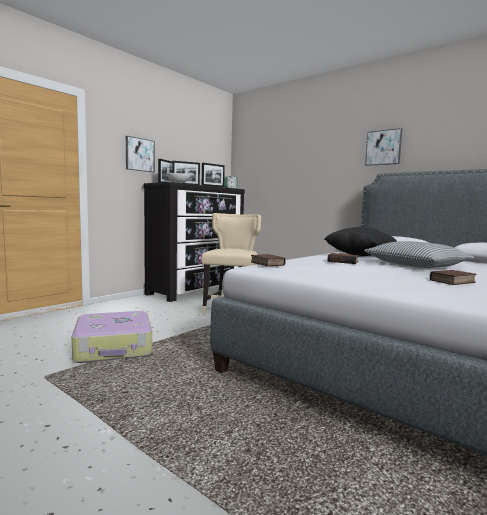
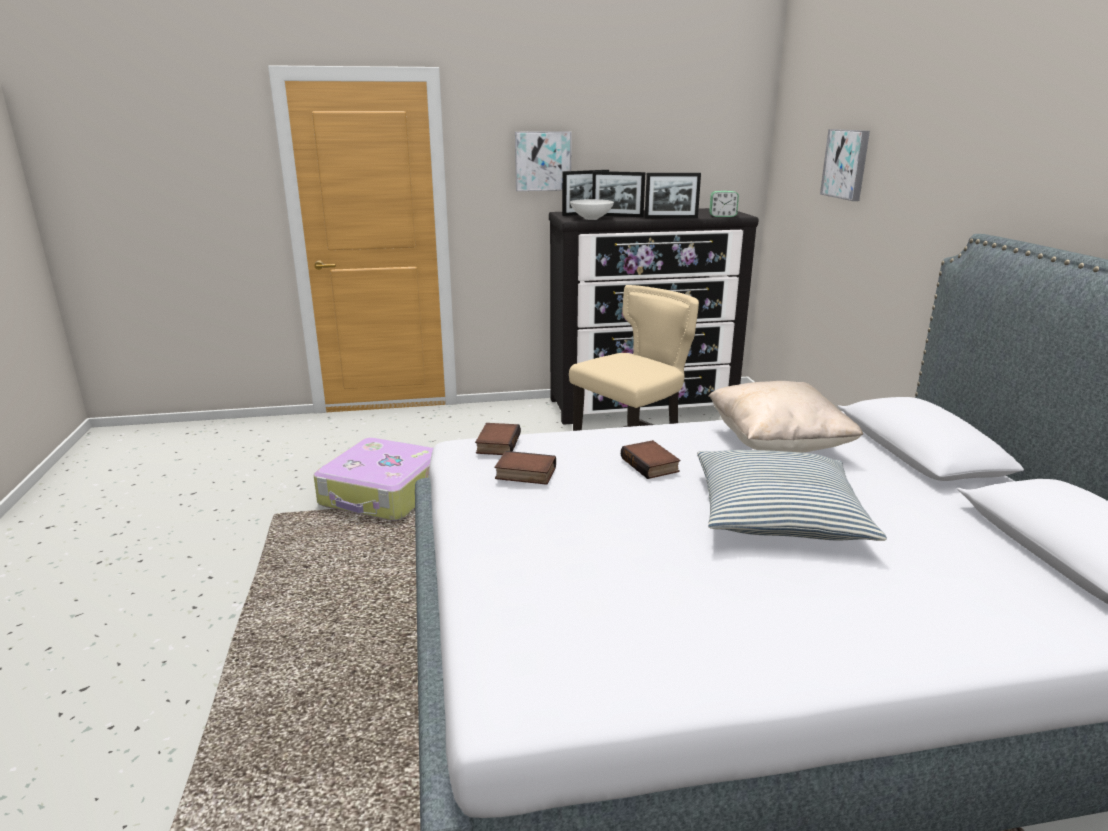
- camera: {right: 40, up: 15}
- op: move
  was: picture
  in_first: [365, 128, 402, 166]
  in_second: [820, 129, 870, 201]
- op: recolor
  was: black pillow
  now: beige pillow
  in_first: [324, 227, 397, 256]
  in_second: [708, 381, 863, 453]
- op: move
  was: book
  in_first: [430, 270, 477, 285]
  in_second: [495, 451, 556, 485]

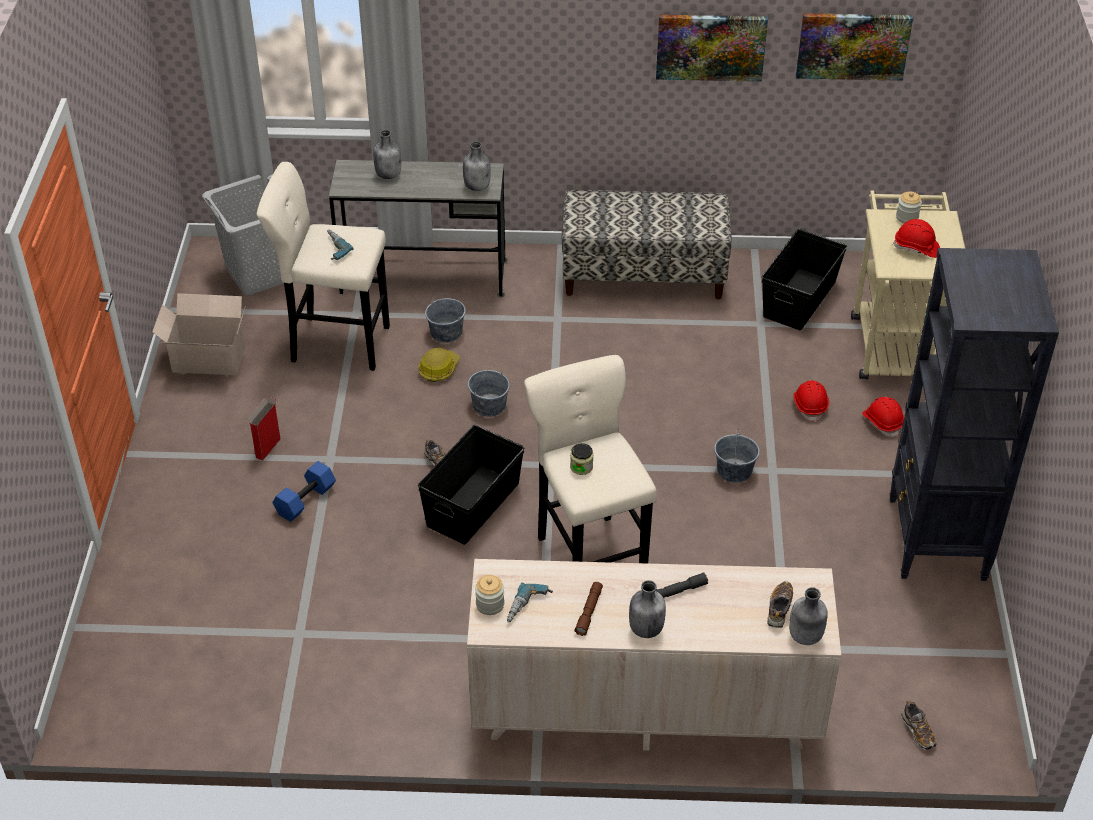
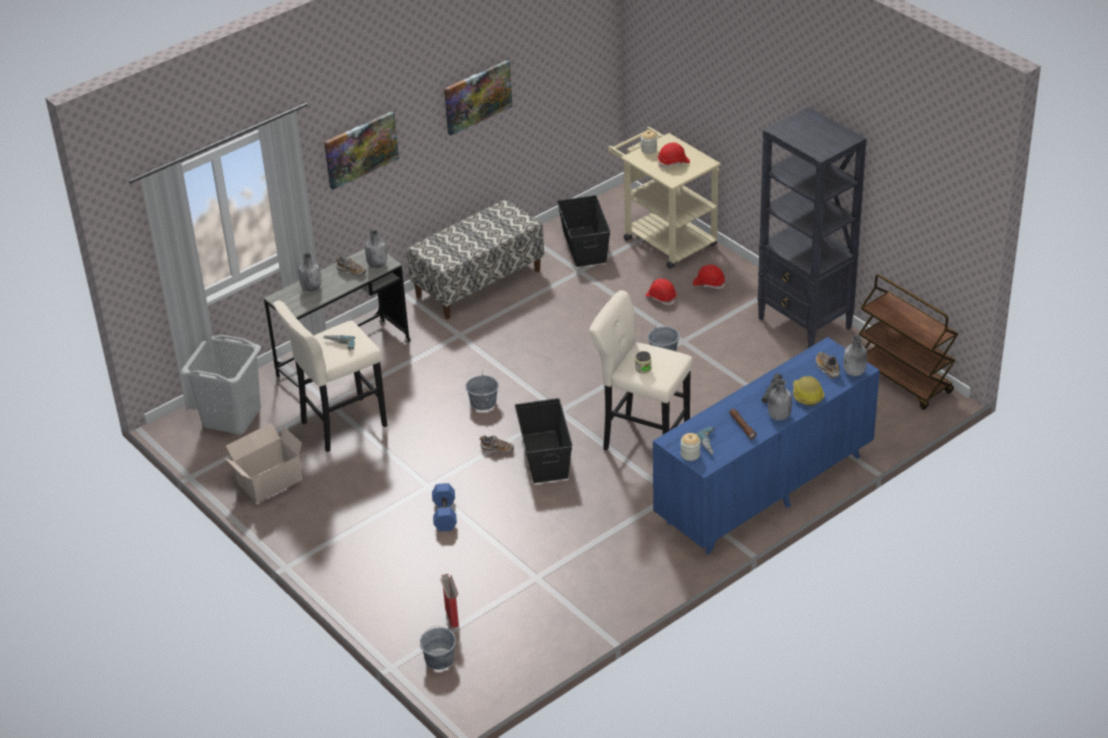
- camera: {right: -40, up: -5}
- op: move
  was: picture
  in_first: [796, 13, 913, 81]
  in_second: [324, 111, 399, 190]
- op: move
  was: grey bucket
  in_first: [425, 293, 466, 343]
  in_second: [420, 626, 456, 670]
- op: move
  was: hard hat
  in_first: [418, 347, 460, 382]
  in_second: [793, 376, 825, 406]
- op: move
  was: cardboard box
  in_first: [247, 396, 280, 460]
  in_second: [440, 574, 459, 628]
- op: recolor
  was: beige dresser
  now: blue dresser
  in_first: [467, 559, 841, 750]
  in_second: [653, 337, 880, 555]
- op: move
  was: shoe
  in_first: [901, 700, 937, 750]
  in_second: [336, 256, 367, 277]
- op: insert
  now: brown cart
  in_second: [859, 274, 958, 410]

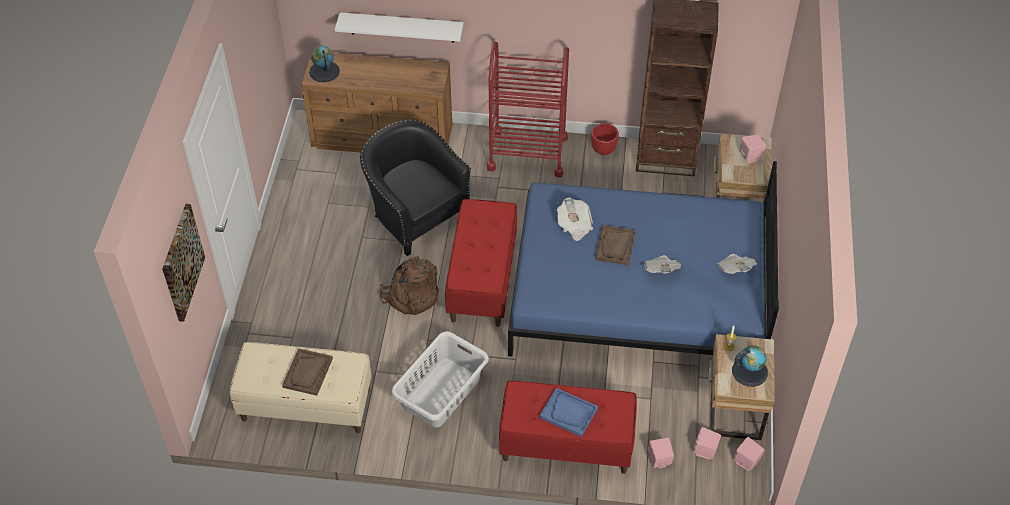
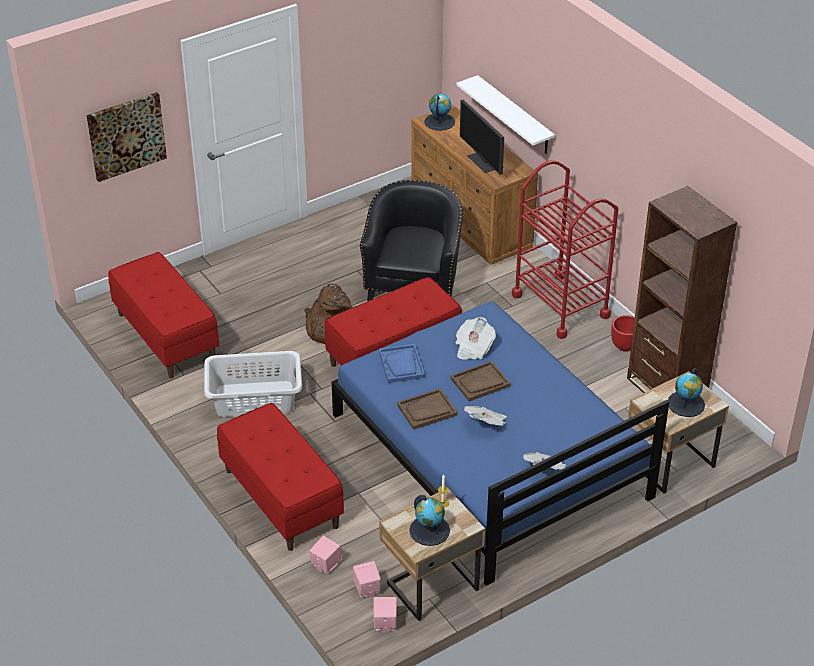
- camera: {right: 50, up: -10}
- op: replace
  was: pink speaker
  now: globe
  in_first: [739, 134, 766, 164]
  in_second: [668, 368, 705, 417]
- op: recolor
  was: beige bench
  now: red bench
  in_first: [230, 342, 371, 433]
  in_second: [108, 252, 219, 378]
- op: move
  was: brown tray
  in_first: [282, 348, 333, 396]
  in_second: [397, 388, 457, 430]
- op: move
  was: blue tray
  in_first: [539, 388, 598, 437]
  in_second: [379, 344, 425, 383]
- op: insert
  now: monitor
  in_second: [460, 99, 504, 175]

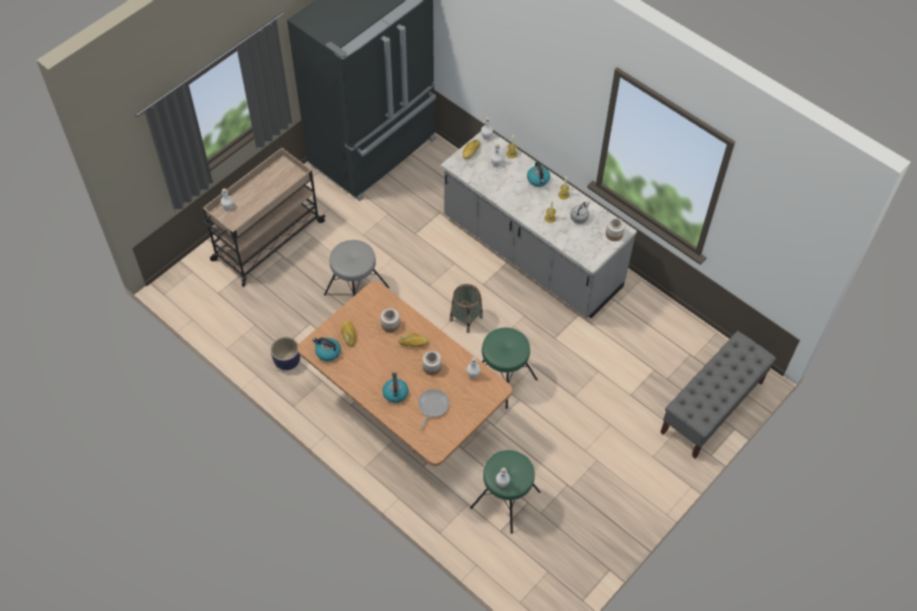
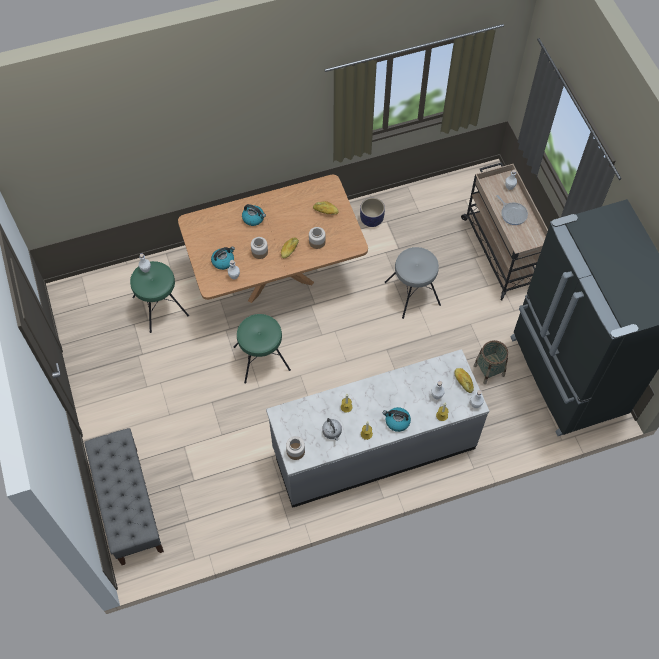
- camera: {right: 120, up: 5}
- op: move
  was: basket
  in_first: [449, 284, 483, 333]
  in_second: [474, 340, 508, 384]
- op: move
  was: kettle
  in_first: [312, 337, 341, 362]
  in_second: [211, 247, 235, 270]
- op: move
  was: frying pan
  in_first: [418, 389, 449, 428]
  in_second: [496, 195, 528, 225]

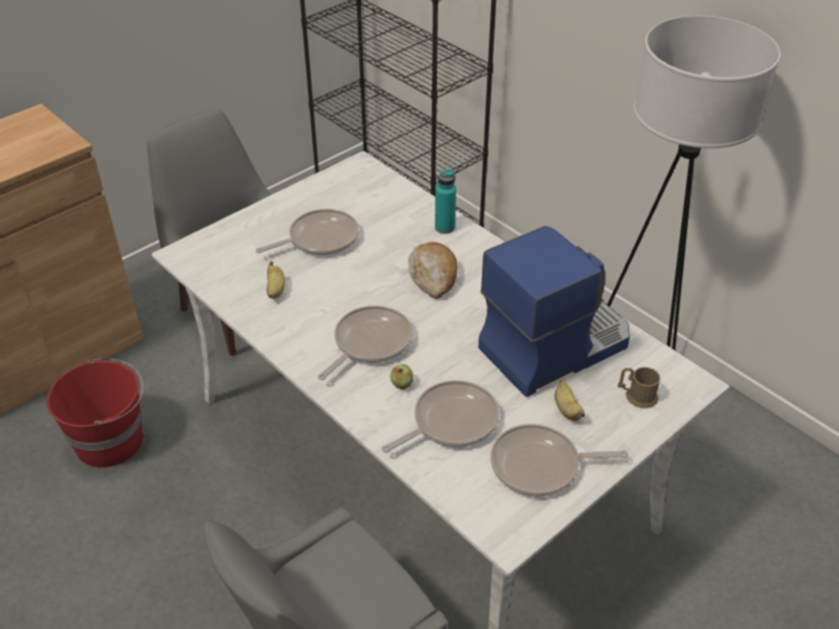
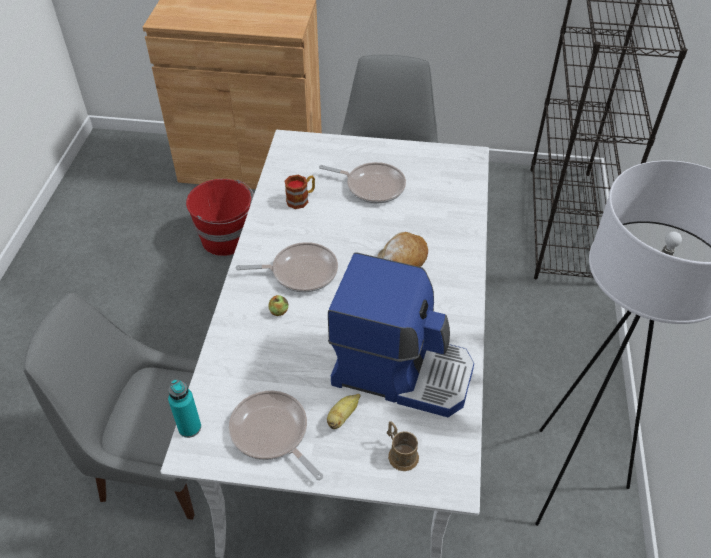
- camera: {right: 50, up: 5}
- op: move
  was: turquoise bottle
  in_first: [435, 169, 456, 234]
  in_second: [168, 379, 201, 438]
- op: replace
  was: banana
  now: mug
  in_first: [266, 261, 285, 299]
  in_second: [285, 175, 315, 209]
- op: delete
  was: frying pan
  in_first: [382, 380, 499, 453]

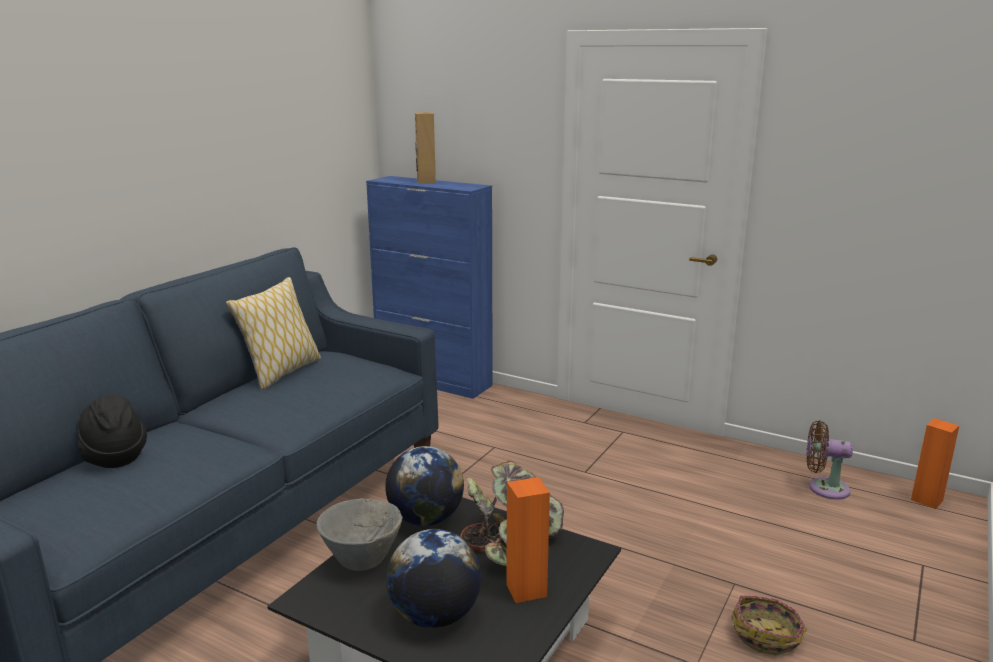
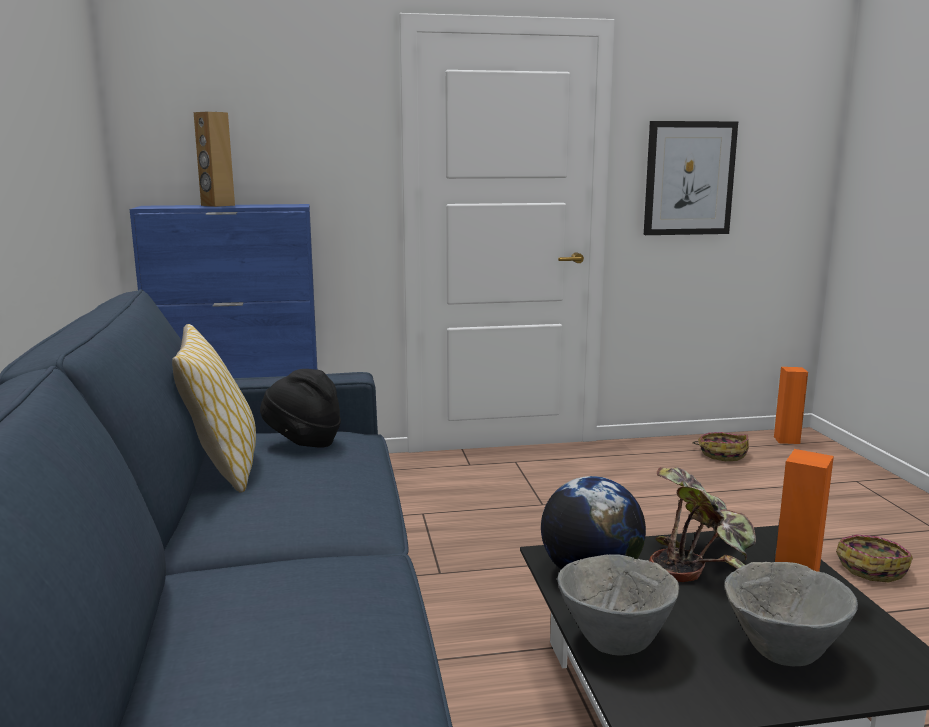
- camera: {right: -40, up: -5}
- op: move
  was: black hat
  in_first: [77, 395, 147, 468]
  in_second: [260, 369, 341, 448]
- op: replace
  was: brown fan
  now: basket
  in_first: [807, 421, 853, 500]
  in_second: [692, 432, 749, 461]
- op: replace
  was: globe
  now: grey bowl
  in_first: [386, 529, 481, 628]
  in_second: [725, 562, 858, 666]
- op: insert
  now: picture
  in_second: [644, 121, 738, 235]

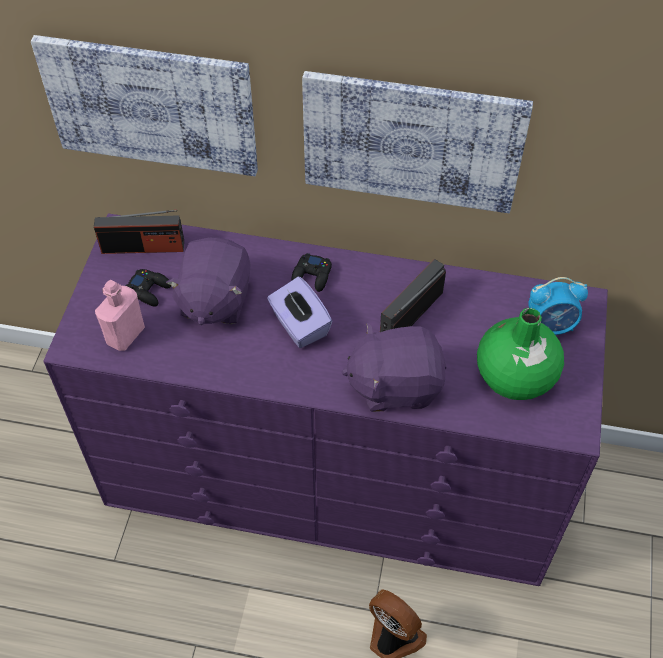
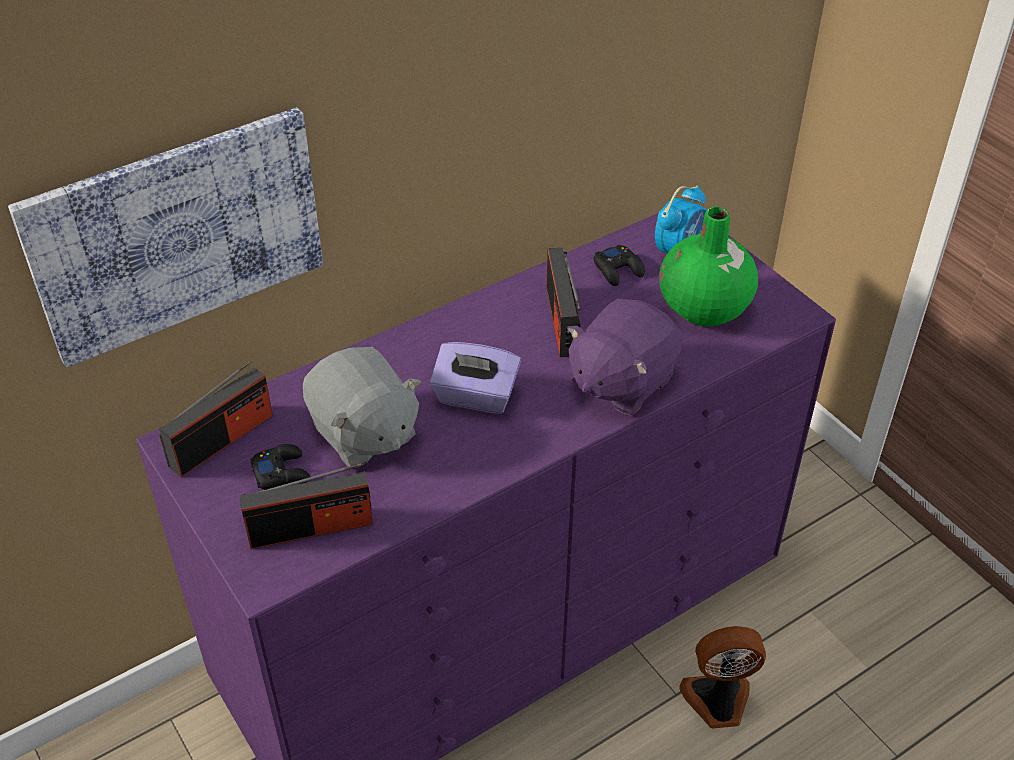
- camera: {right: -45, up: -10}
- op: delete
  was: picture
  in_first: [302, 71, 533, 213]
- op: recolor
  was: purple plush toy
  now: grey plush toy
  in_first: [166, 237, 251, 325]
  in_second: [303, 347, 421, 468]
- op: move
  was: black game controller
  in_first: [291, 253, 332, 292]
  in_second: [593, 245, 645, 286]
- op: replace
  was: pink bottle
  now: radio
  in_first: [95, 280, 145, 351]
  in_second: [240, 463, 373, 549]

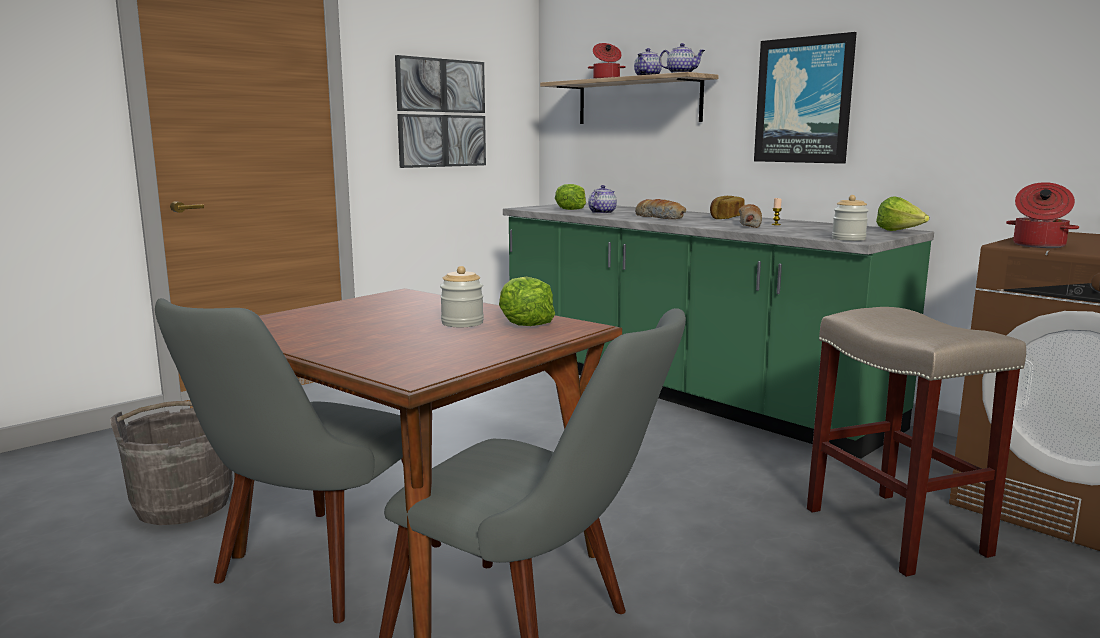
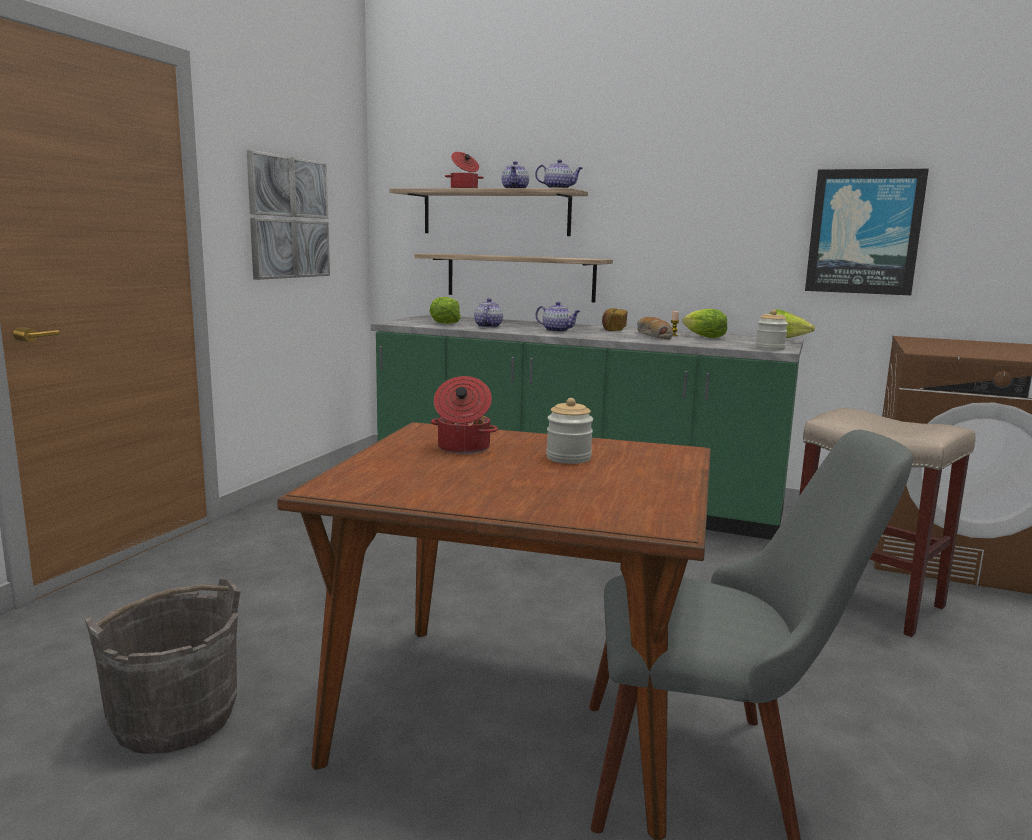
- camera: {right: -25, up: 0}
- op: move
  was: picture
  in_first: [754, 32, 857, 164]
  in_second: [805, 169, 929, 295]
- op: move
  was: cooking pot
  in_first: [1006, 182, 1079, 248]
  in_second: [431, 376, 498, 454]
- op: replace
  was: bread
  now: teapot
  in_first: [635, 199, 686, 219]
  in_second: [536, 302, 580, 332]
- op: move
  was: lettuce
  in_first: [499, 277, 555, 326]
  in_second: [682, 309, 727, 338]
- op: delete
  was: grey chair
  in_first: [155, 298, 441, 623]
- op: insert
  now: shelf
  in_second: [415, 254, 613, 303]

